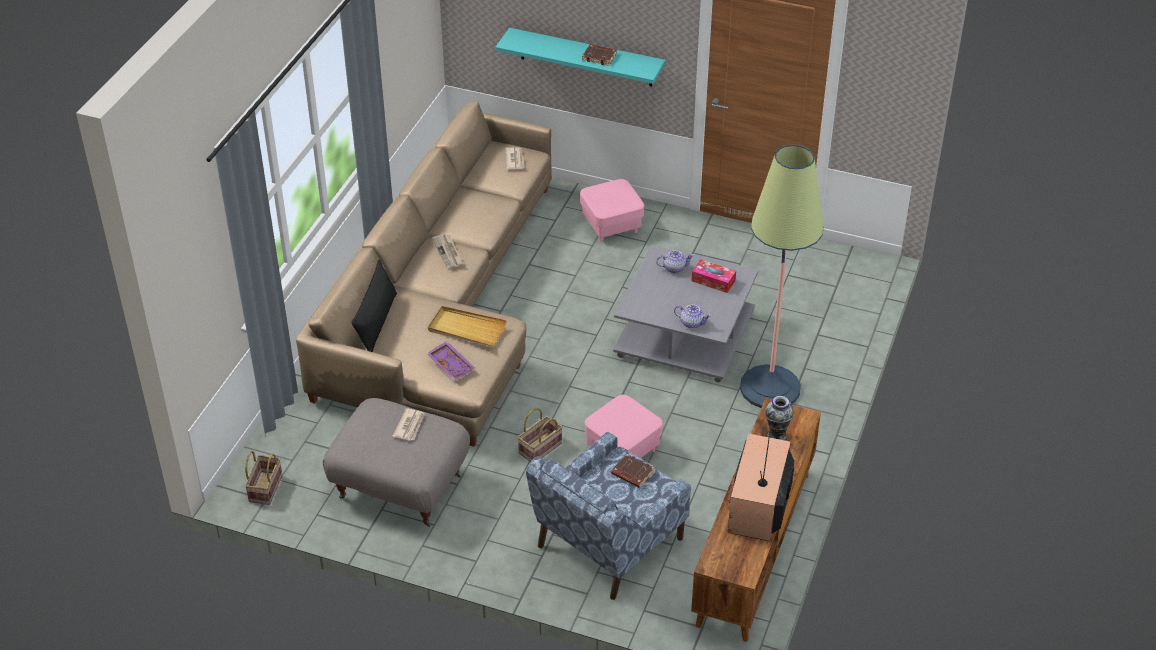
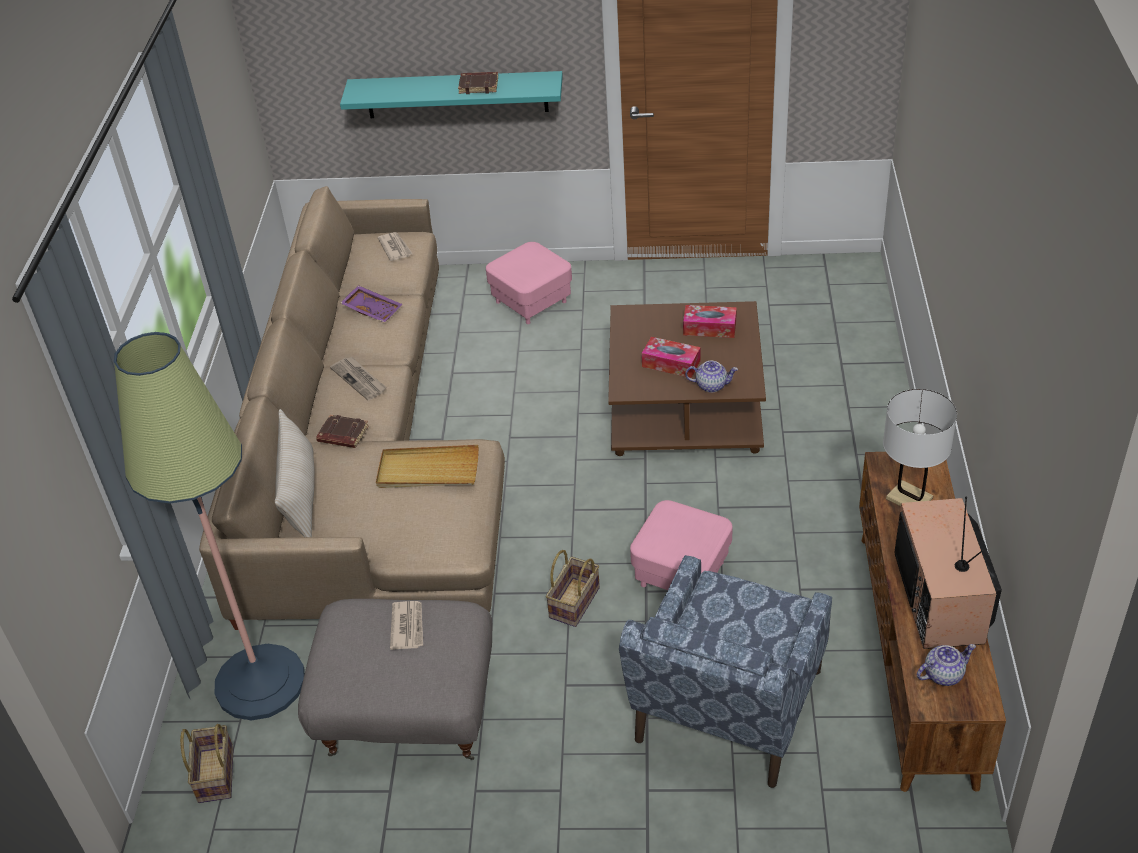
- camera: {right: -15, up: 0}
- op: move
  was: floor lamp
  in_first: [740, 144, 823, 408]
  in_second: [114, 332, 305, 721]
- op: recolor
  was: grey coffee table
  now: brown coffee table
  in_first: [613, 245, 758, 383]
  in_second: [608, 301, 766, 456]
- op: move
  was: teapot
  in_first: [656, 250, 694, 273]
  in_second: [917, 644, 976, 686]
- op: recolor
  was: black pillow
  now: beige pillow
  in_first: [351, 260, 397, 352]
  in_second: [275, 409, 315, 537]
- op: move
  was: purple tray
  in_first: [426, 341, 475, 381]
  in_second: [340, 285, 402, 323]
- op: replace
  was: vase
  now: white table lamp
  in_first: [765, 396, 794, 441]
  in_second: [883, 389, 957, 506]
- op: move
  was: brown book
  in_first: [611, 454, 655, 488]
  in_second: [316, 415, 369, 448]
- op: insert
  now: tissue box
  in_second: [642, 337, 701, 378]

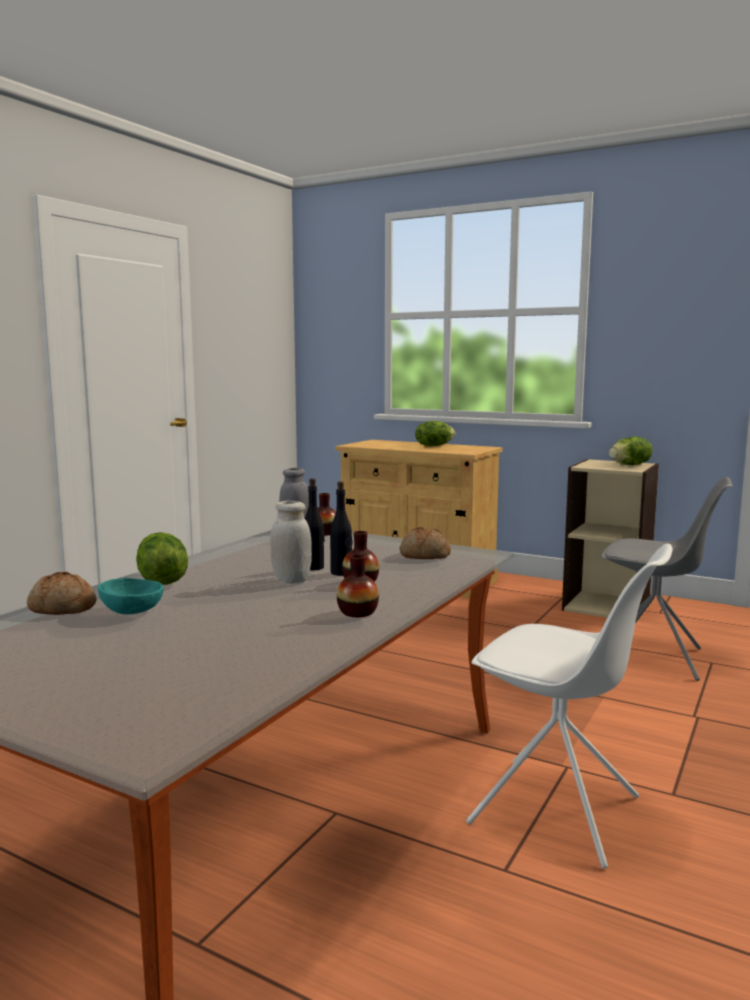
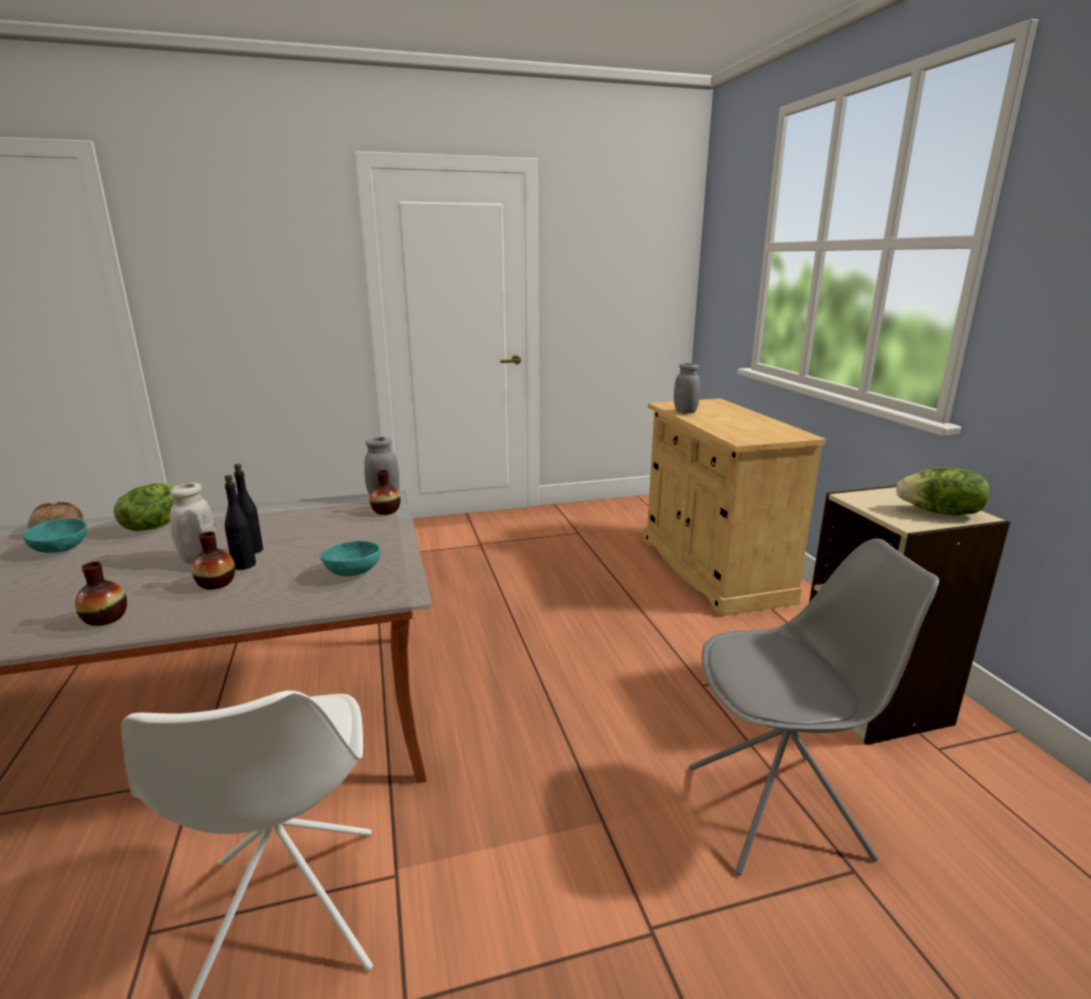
- camera: {right: 45, up: 10}
- op: delete
  was: lettuce
  in_first: [415, 421, 455, 446]
- op: rotate
  was: grey chair
  in_first: [601, 477, 733, 681]
  in_second: [689, 539, 939, 876]
  clockwise: -75
- op: replace
  was: bread
  now: turquoise bowl
  in_first: [400, 527, 451, 559]
  in_second: [321, 541, 381, 576]
- op: insert
  now: grey jar
  in_second: [674, 363, 700, 414]

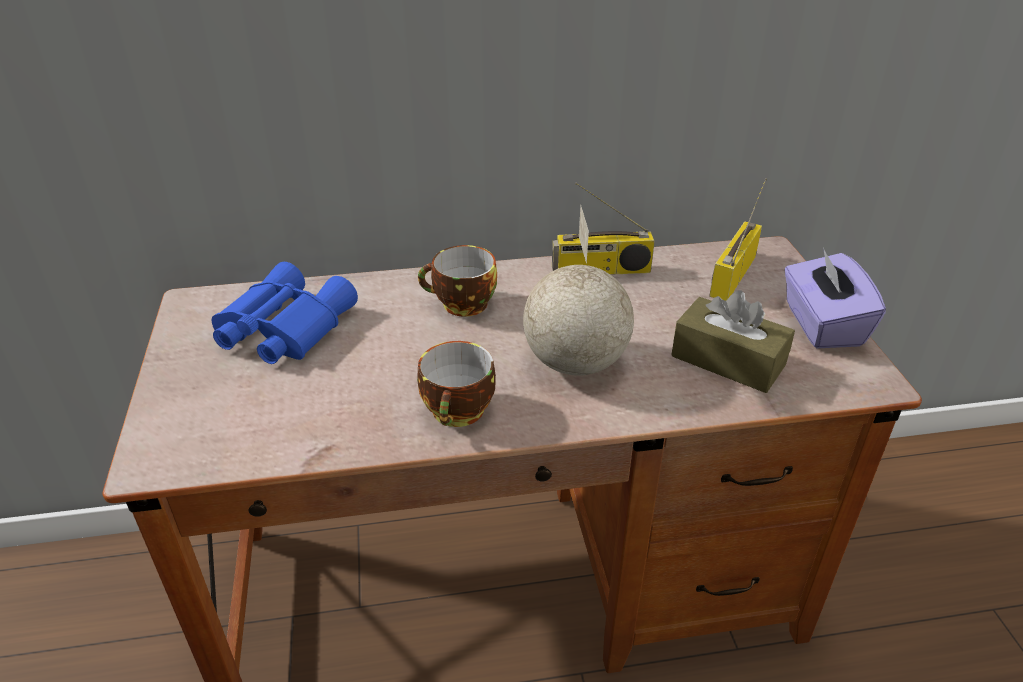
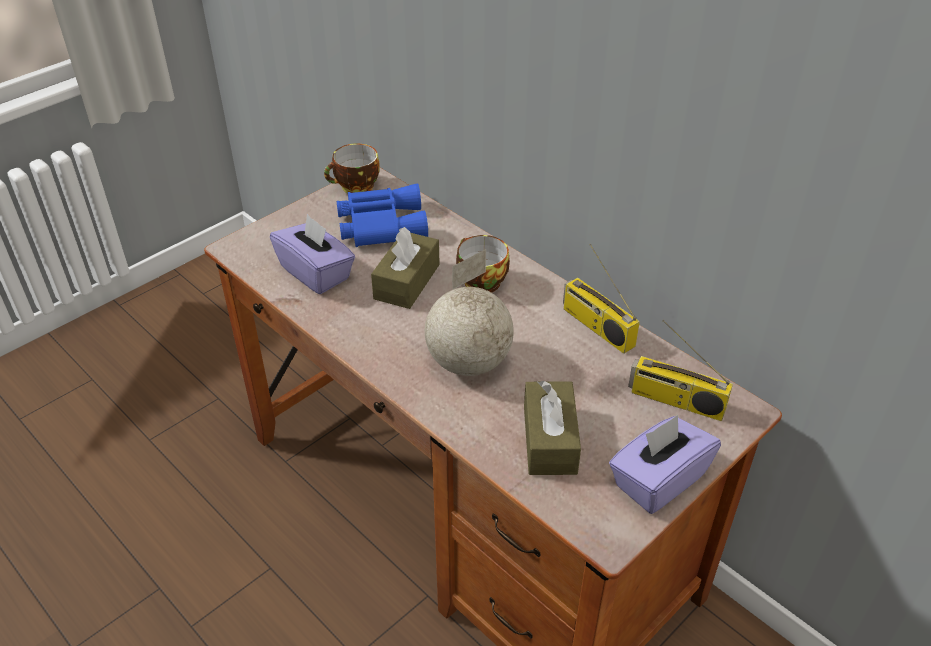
- camera: {right: 55, up: 5}
- op: rotate
  was: radio
  in_first: [709, 178, 767, 301]
  in_second: [628, 320, 733, 421]
  clockwise: -150
- op: move
  was: cup
  in_first: [417, 341, 496, 427]
  in_second: [324, 144, 380, 193]
- op: insert
  now: purple tissue box
  in_second: [270, 214, 355, 294]
- op: insert
  now: brown tissue box
  in_second: [371, 227, 440, 309]

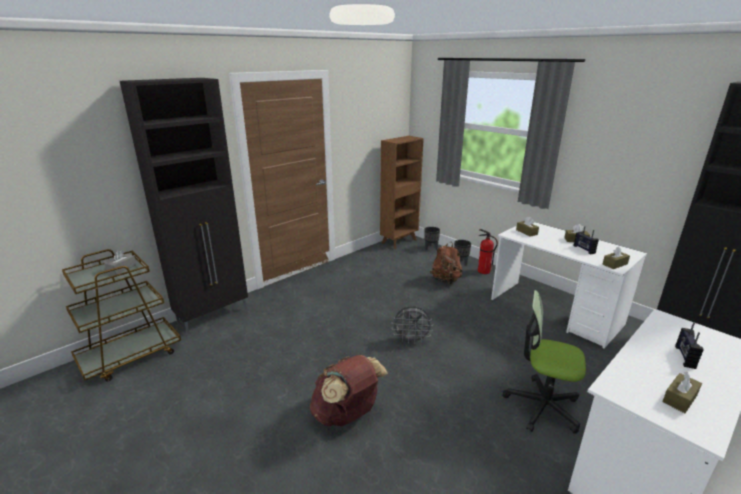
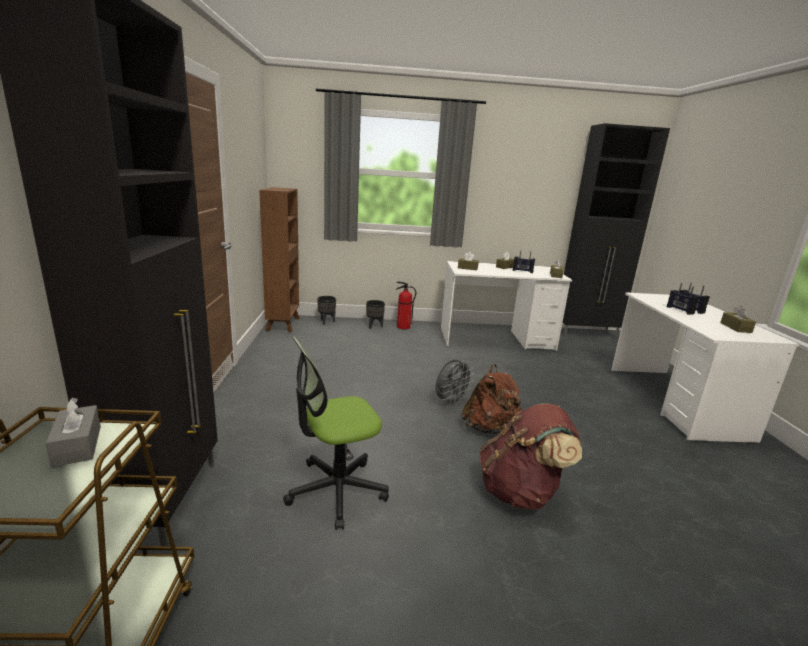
- camera: {right: -50, up: -5}
- op: move
  was: brown backpack
  in_first: [430, 242, 463, 285]
  in_second: [462, 364, 522, 434]
- op: move
  was: office chair
  in_first: [503, 290, 586, 434]
  in_second: [283, 336, 389, 530]
- op: insert
  now: radio
  in_second: [667, 283, 699, 315]

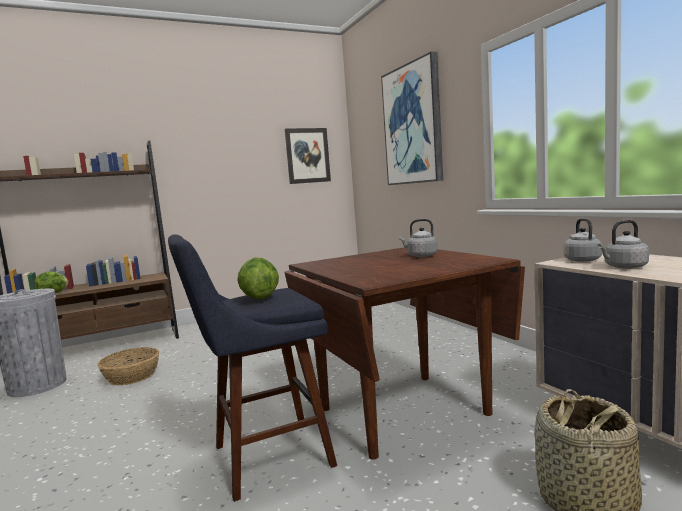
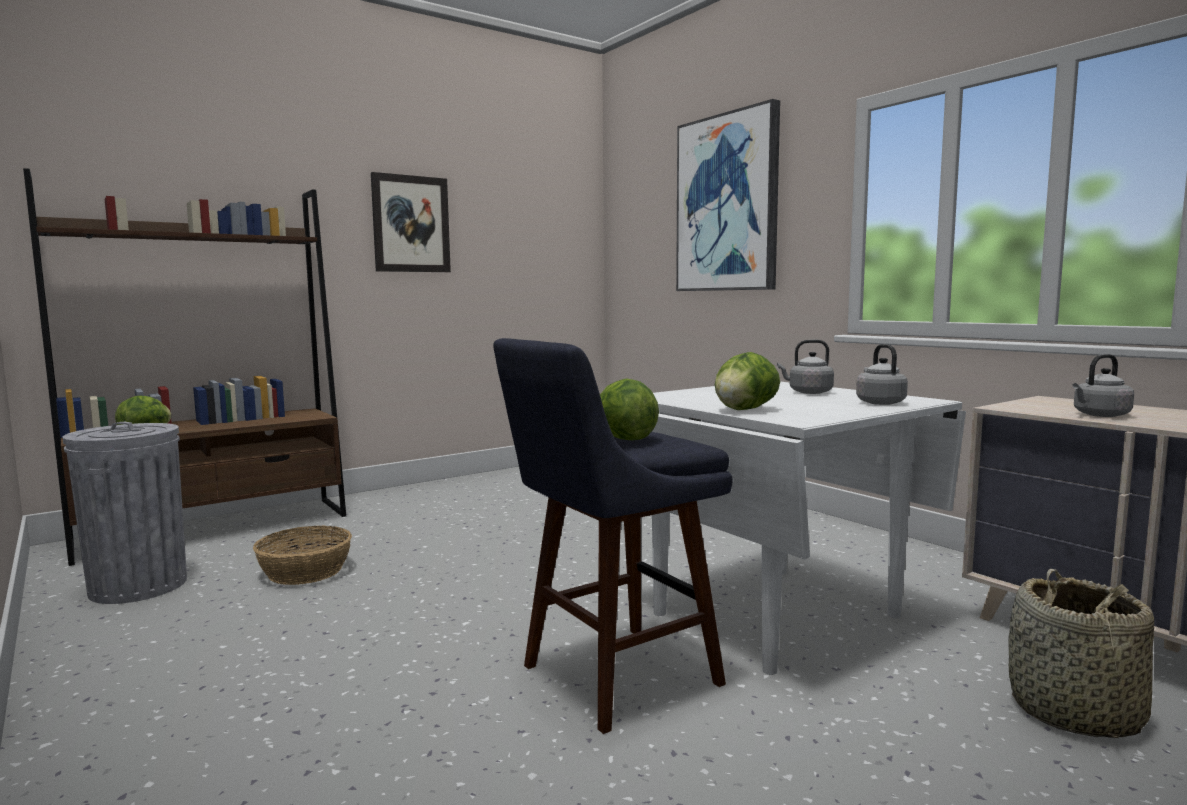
- camera: {right: -10, up: 0}
- op: move
  was: picture
  in_first: [285, 128, 331, 184]
  in_second: [371, 172, 451, 272]
- op: move
  was: grey kettle
  in_first: [564, 218, 602, 262]
  in_second: [856, 344, 908, 405]
- op: recolor
  was: brown dining table
  now: white dining table
  in_first: [284, 247, 525, 460]
  in_second: [652, 381, 966, 675]
- op: insert
  now: lettuce
  in_second: [715, 352, 780, 410]

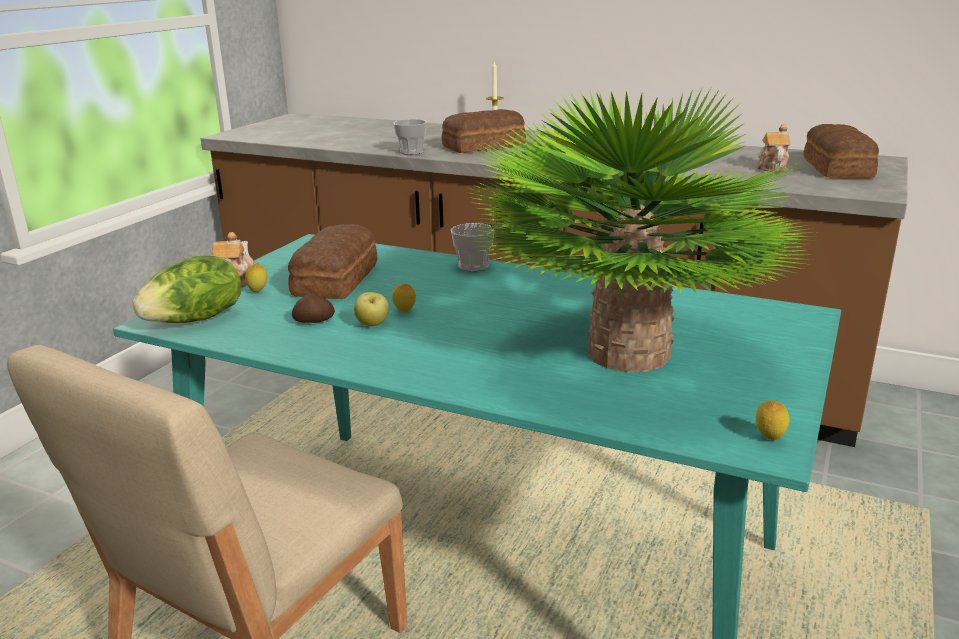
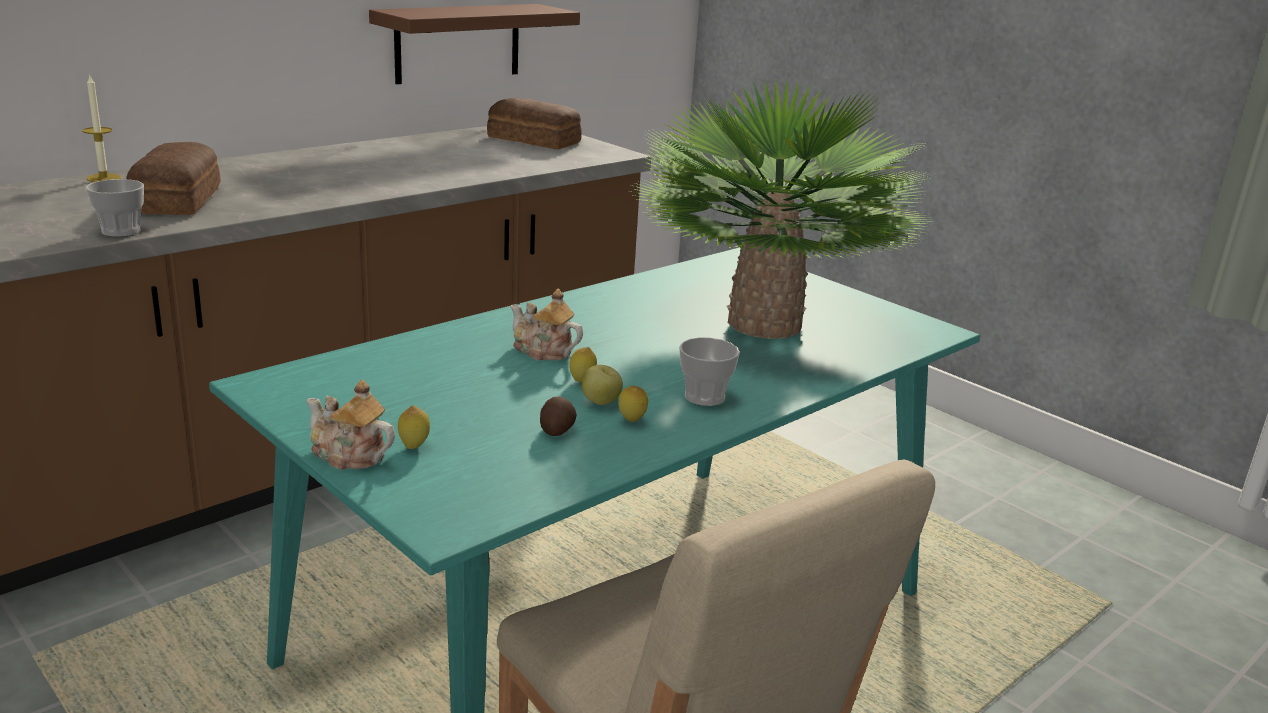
- camera: {right: -70, up: 0}
- op: move
  was: teapot
  in_first: [757, 124, 791, 172]
  in_second: [511, 289, 583, 361]
- op: move
  was: cup
  in_first: [451, 223, 495, 271]
  in_second: [679, 337, 740, 406]
- op: delete
  was: bread
  in_first: [288, 224, 378, 299]
- op: delete
  was: lettuce
  in_first: [132, 256, 242, 323]
- op: move
  was: lemon
  in_first: [756, 401, 789, 440]
  in_second: [618, 386, 648, 422]
- op: insert
  now: brown shelf
  in_second: [369, 4, 580, 84]

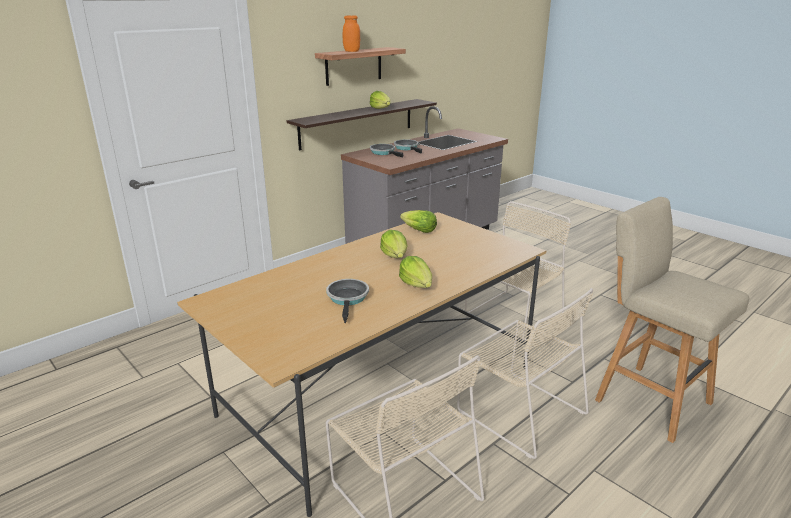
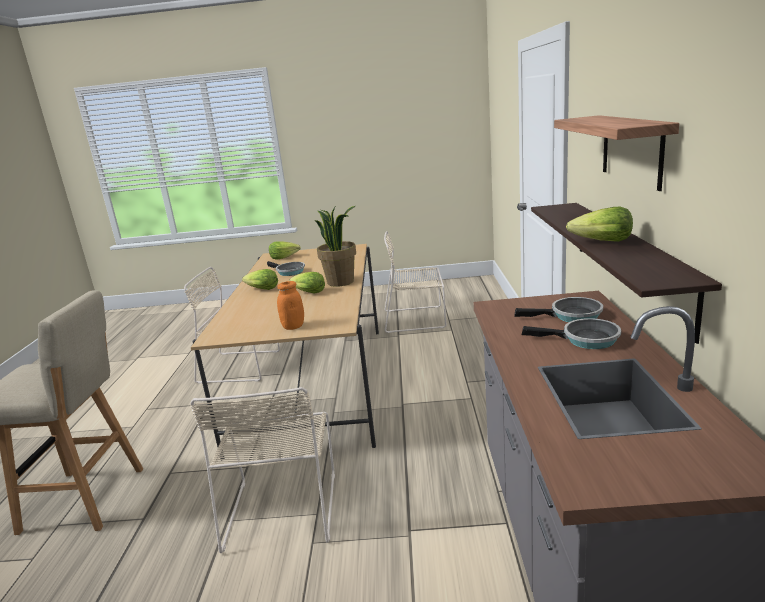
- camera: {right: 135, up: -5}
- op: move
  was: orange jar
  in_first: [342, 15, 360, 52]
  in_second: [277, 281, 304, 330]
- op: move
  was: lettuce
  in_first: [400, 210, 437, 233]
  in_second: [269, 241, 301, 260]
- op: move
  was: beige chair
  in_first: [457, 288, 593, 459]
  in_second: [384, 231, 446, 333]
- op: insert
  now: potted plant
  in_second: [314, 206, 356, 287]

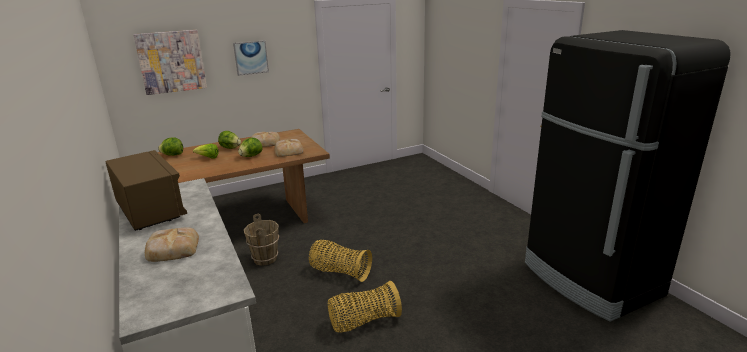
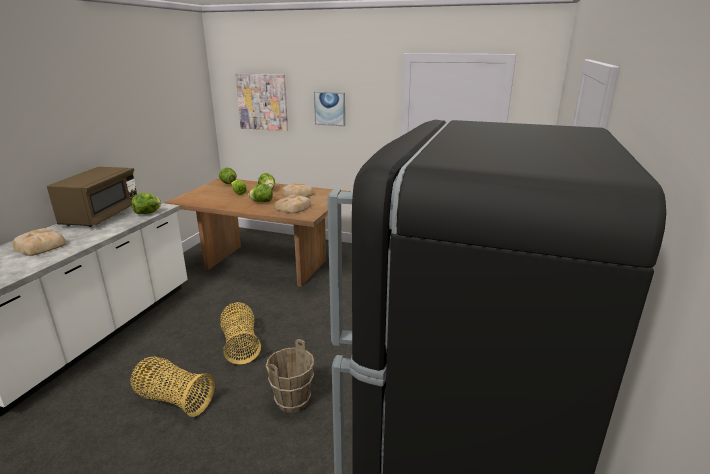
- camera: {right: 45, up: 0}
- op: move
  was: brown bucket
  in_first: [244, 214, 279, 266]
  in_second: [266, 339, 314, 413]
- op: insert
  now: lettuce
  in_second: [131, 193, 161, 214]

